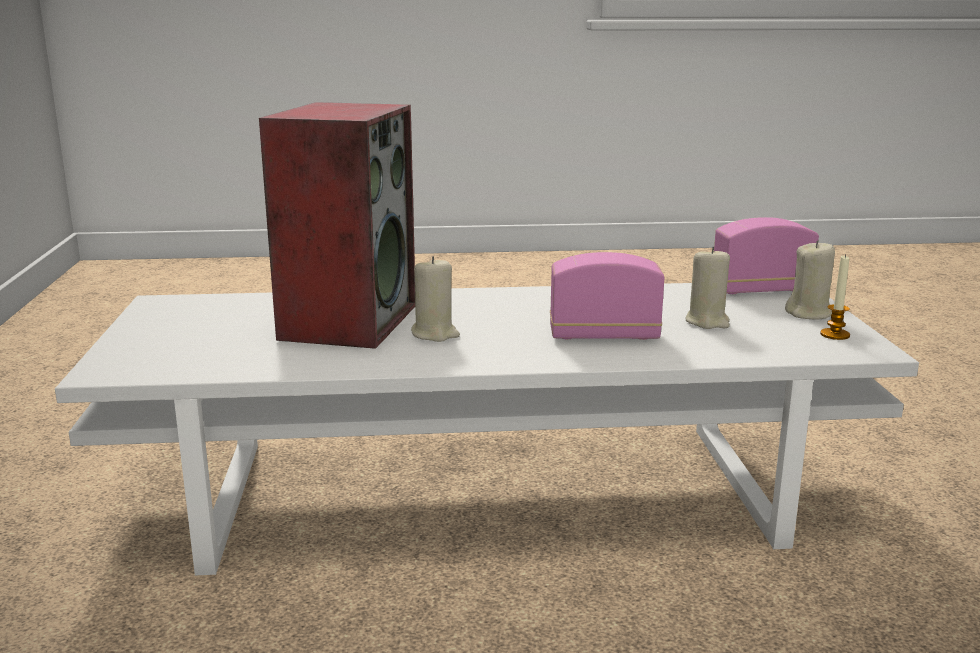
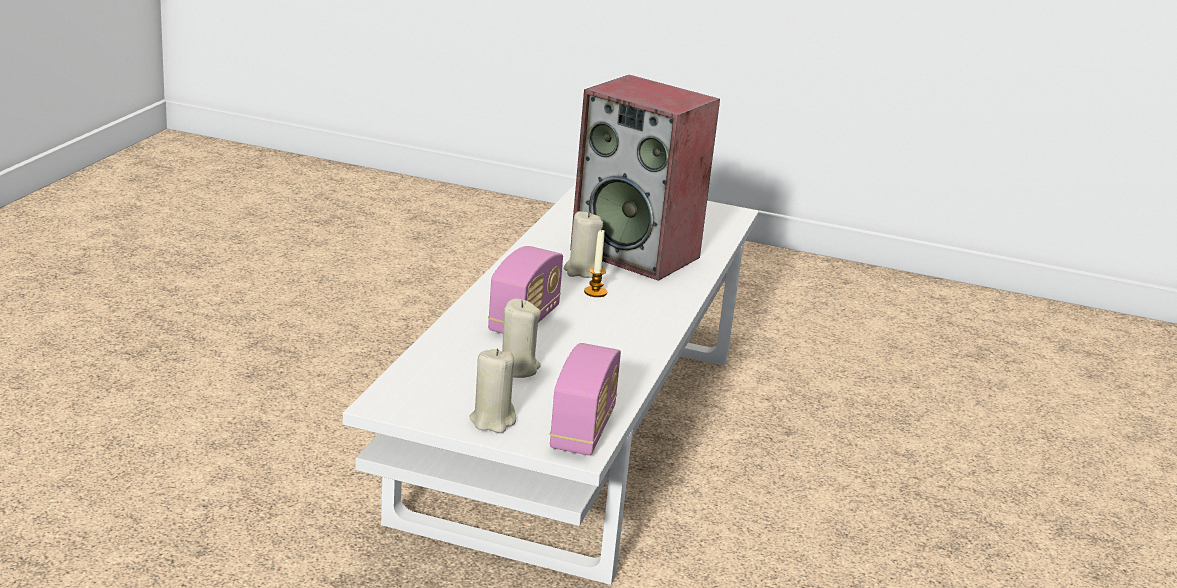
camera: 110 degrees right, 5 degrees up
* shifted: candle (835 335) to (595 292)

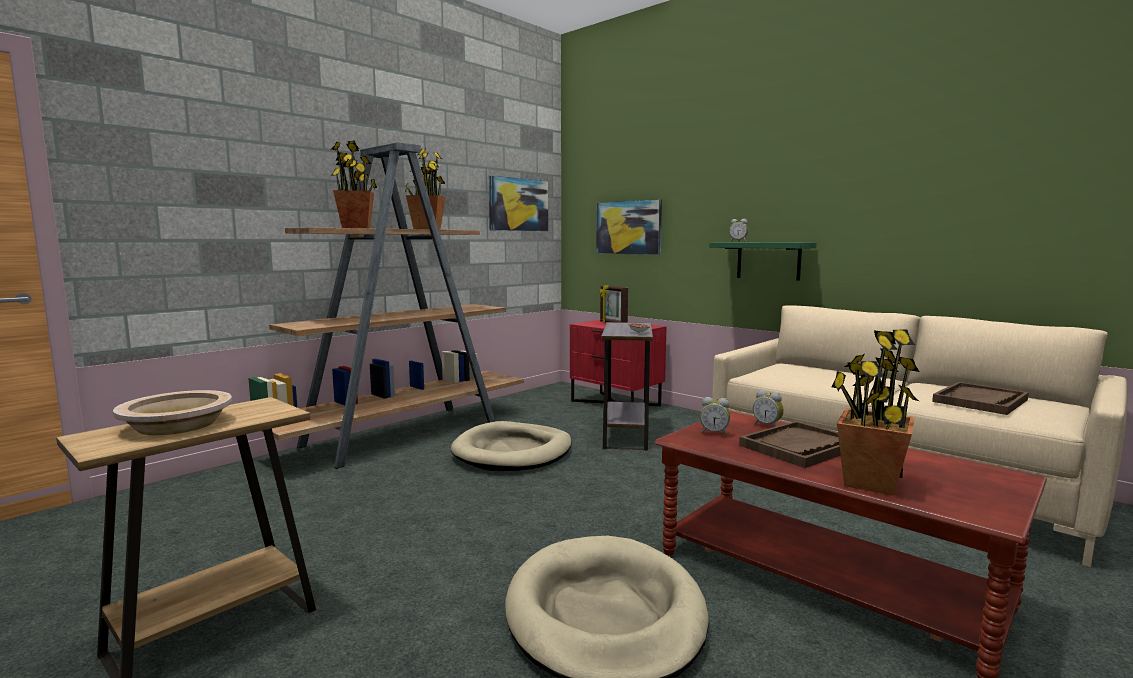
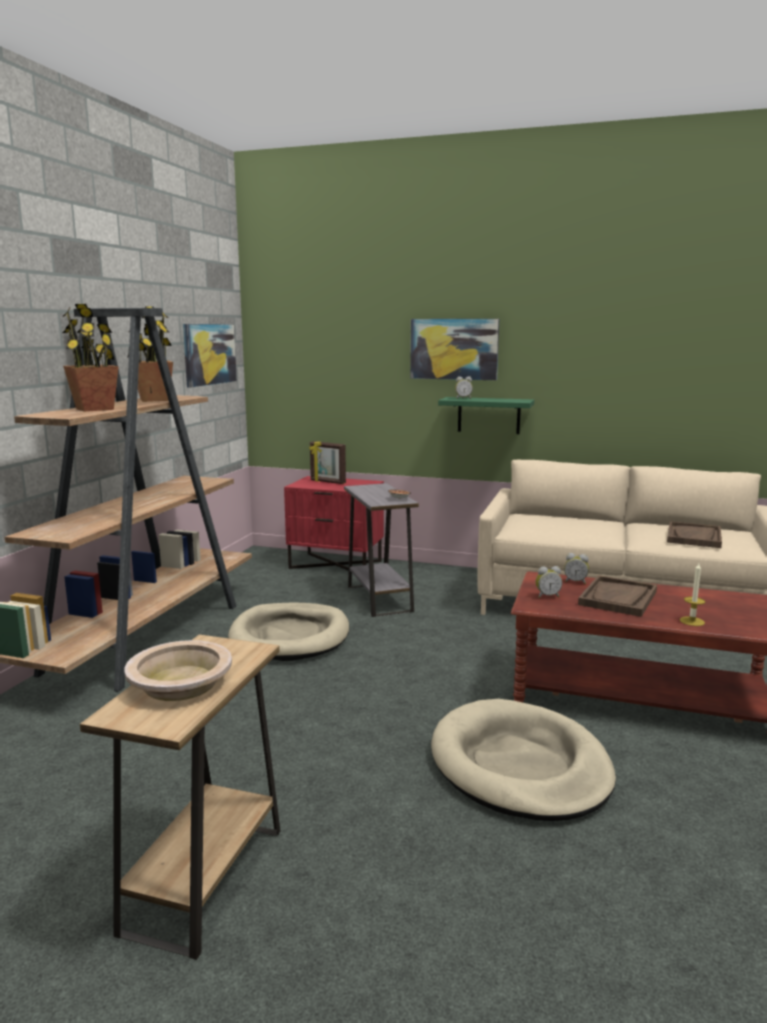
camera: 25 degrees left, 5 degrees up
* shifted: picture (628 227) to (454 349)
* swapped: potted_plant (871 483) to candle (692 621)

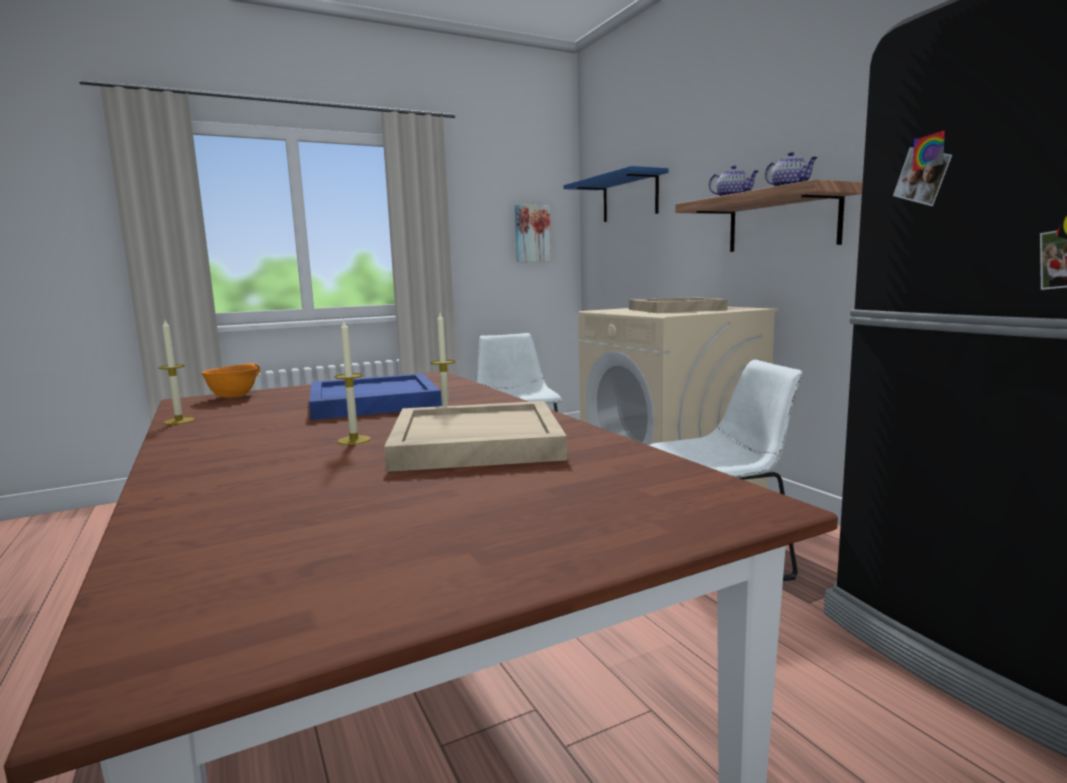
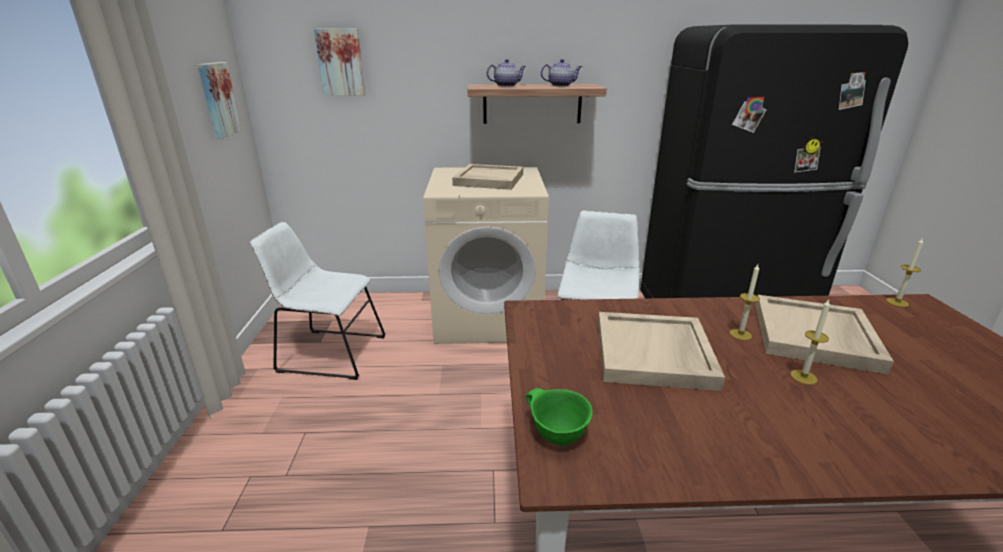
camera: 65 degrees left, 15 degrees up
* swapped: blue_shelf (630 198) to picture (341 62)
* repainted: orange_bowl (234 396) to green_bowl (557 435)
* repainted: blue_tray (372 402) to beige_tray (654 354)
* shifted: candle (179 421) to (897 302)

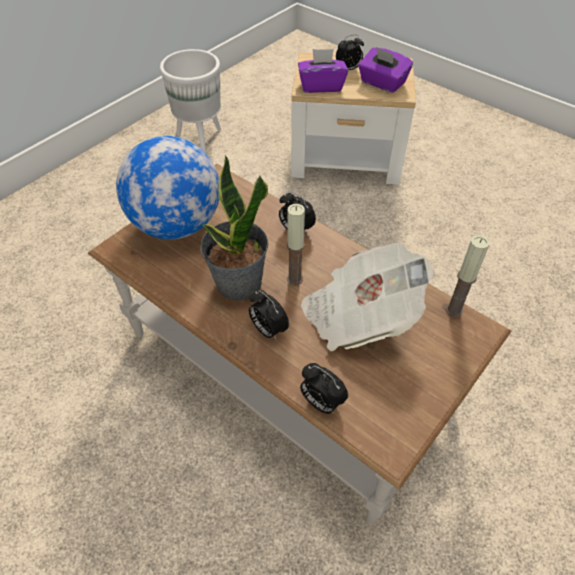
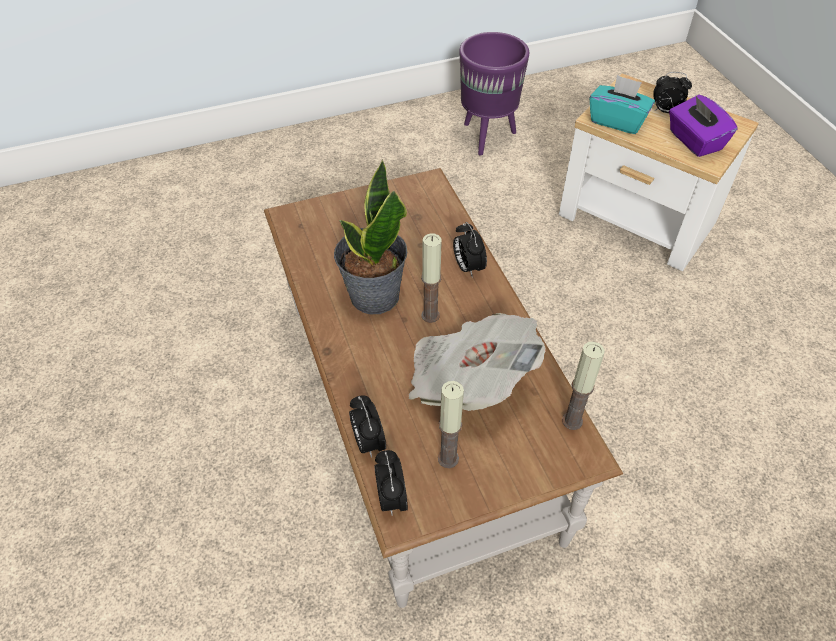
camera: 30 degrees right, 0 degrees up
* shifted: alarm_clock (268 330) to (391 498)
* new: candle (448 458)
* repainted: white_planter (200 139) to purple_planter (487 136)
* repainted: purple_tissue_box (321 86) to turquoise_tissue_box (617 121)
* gone: globe (177 225)

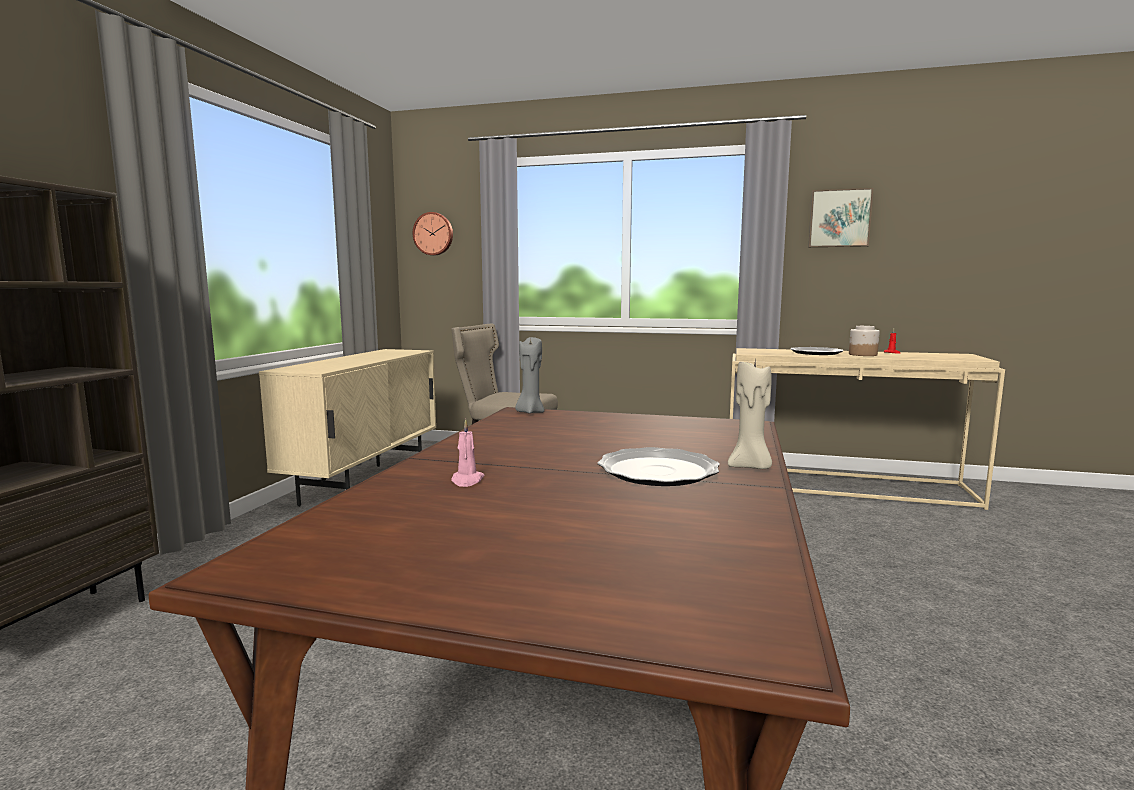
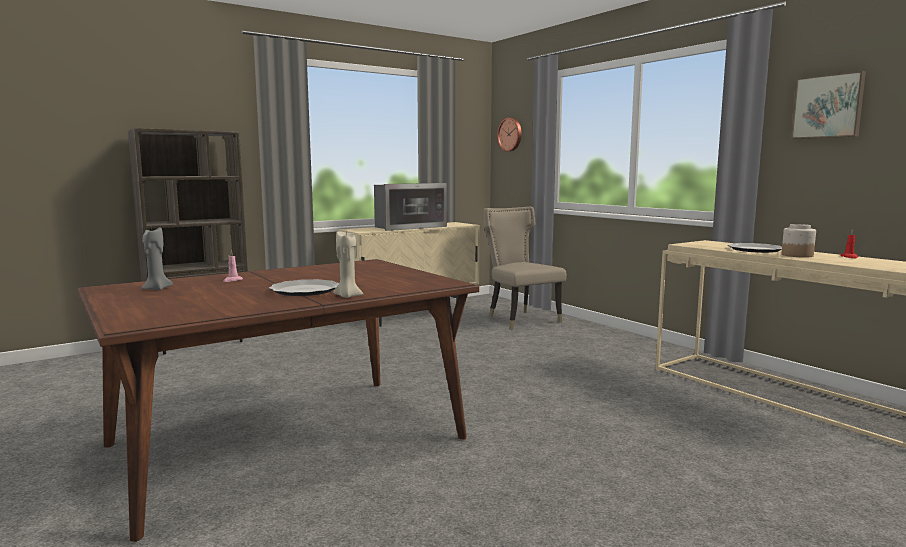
camera: 40 degrees right, 0 degrees up
* shifted: grey_candle (530 412) to (156 289)
* new: microwave (407 227)

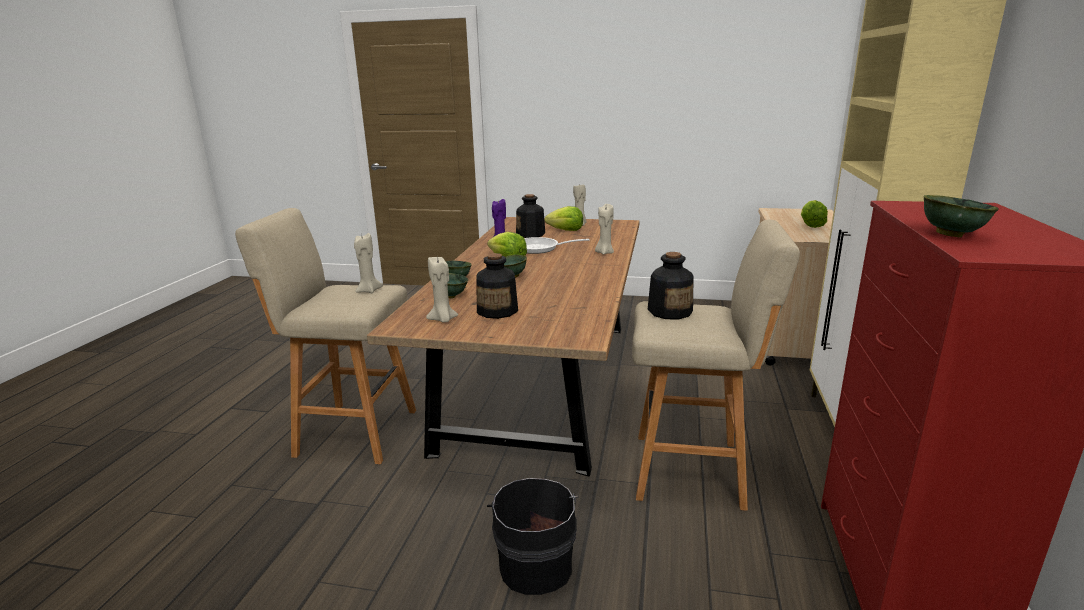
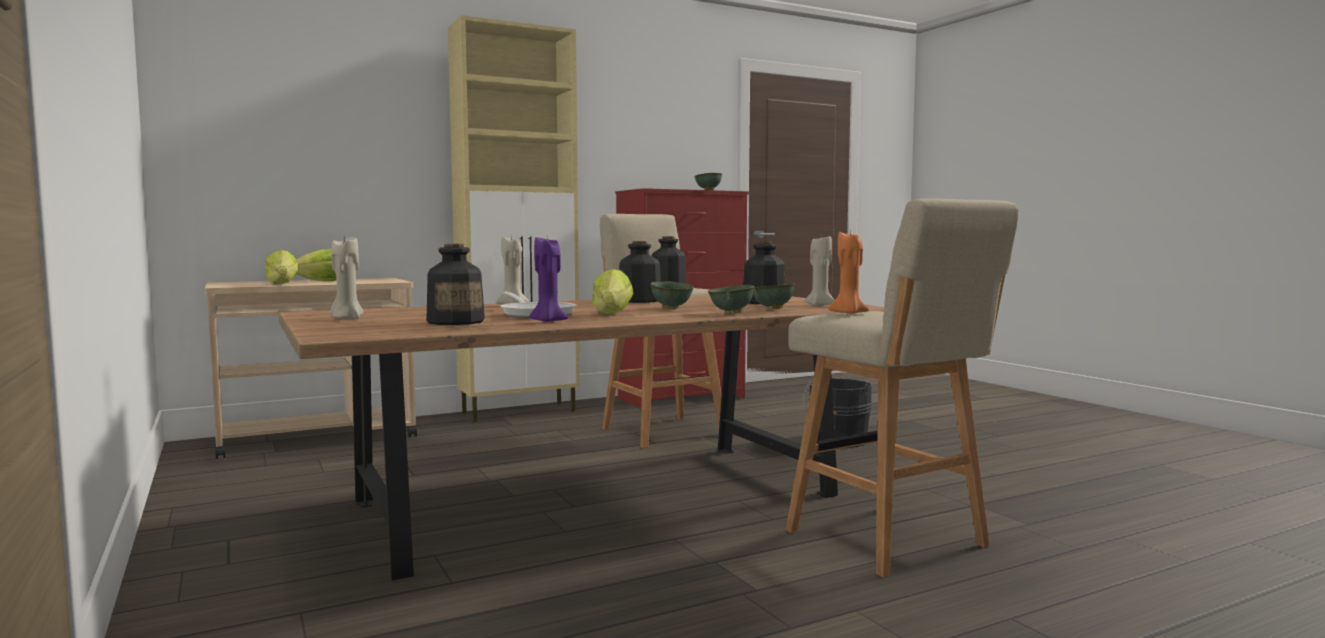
camera: 130 degrees left, 15 degrees down
* shifted: lettuce (566 230) to (282 284)
* new: bottle (640 301)
* repainted: beige_candle (368 290) to orange_candle (848 313)

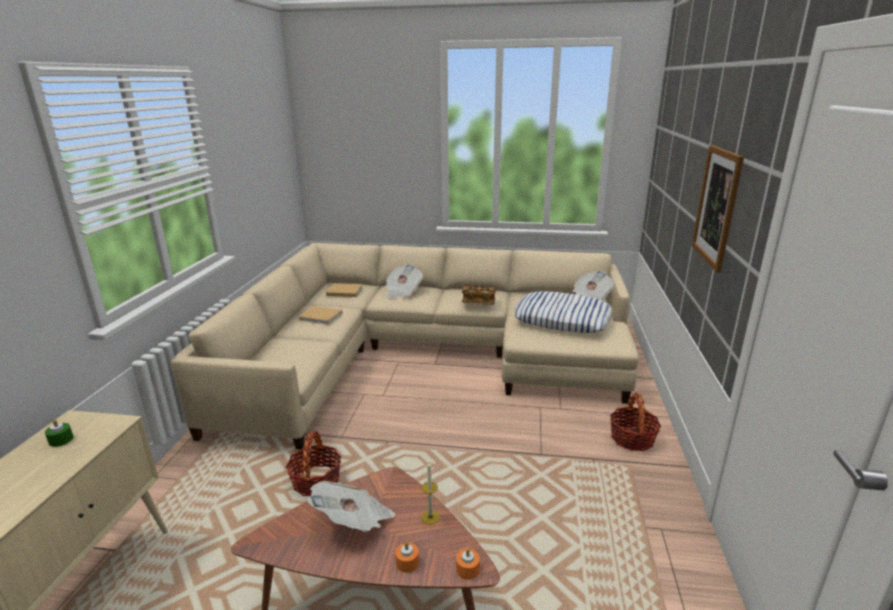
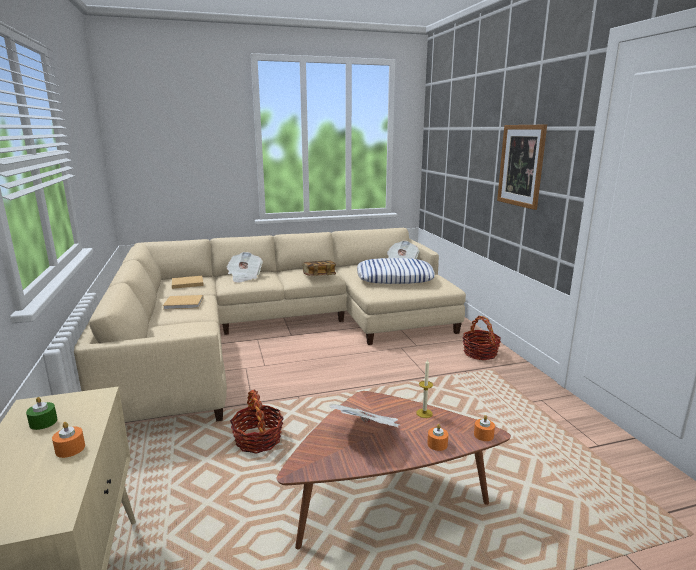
camera: 25 degrees left, 5 degrees down
* new: orange_candle (70 449)

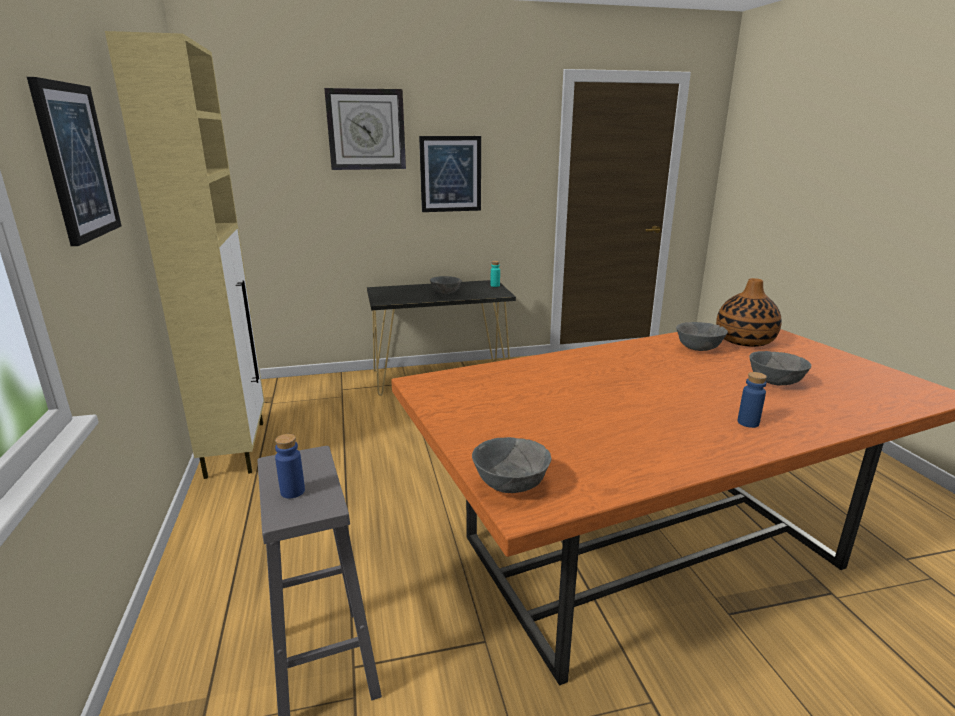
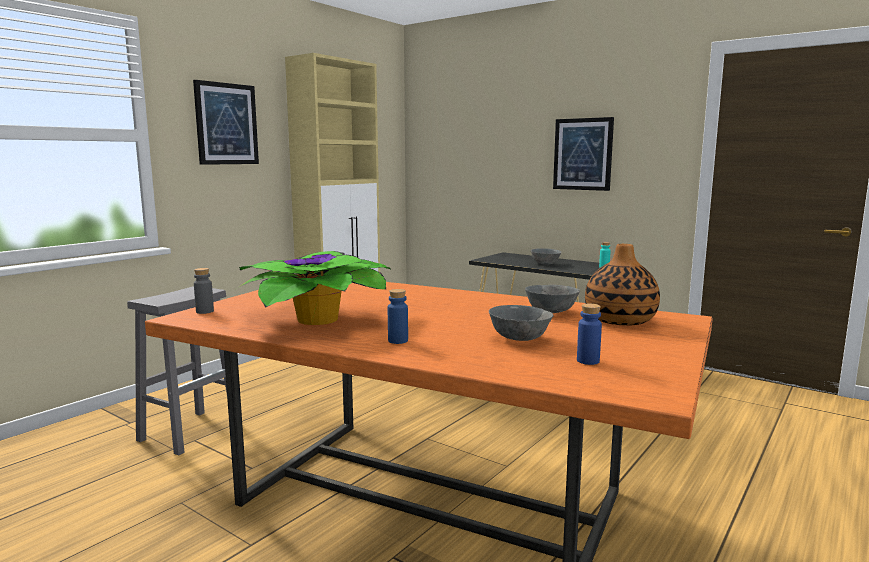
camera: 50 degrees right, 10 degrees down
* swapped: grey_bowl (510 484) to grey_bottle (205 311)
* new: potted_plant (313 319)
* shifted: blue_bottle (292 491) to (588 361)
* gone: wall_clock (366 129)

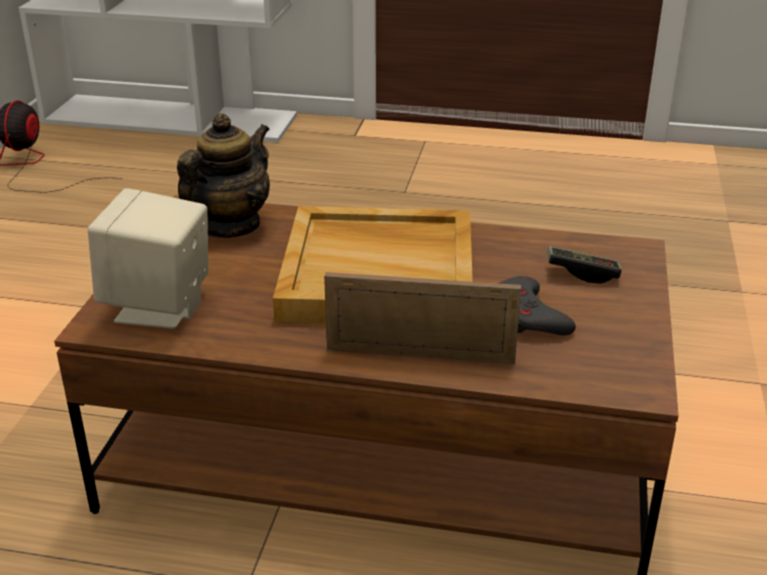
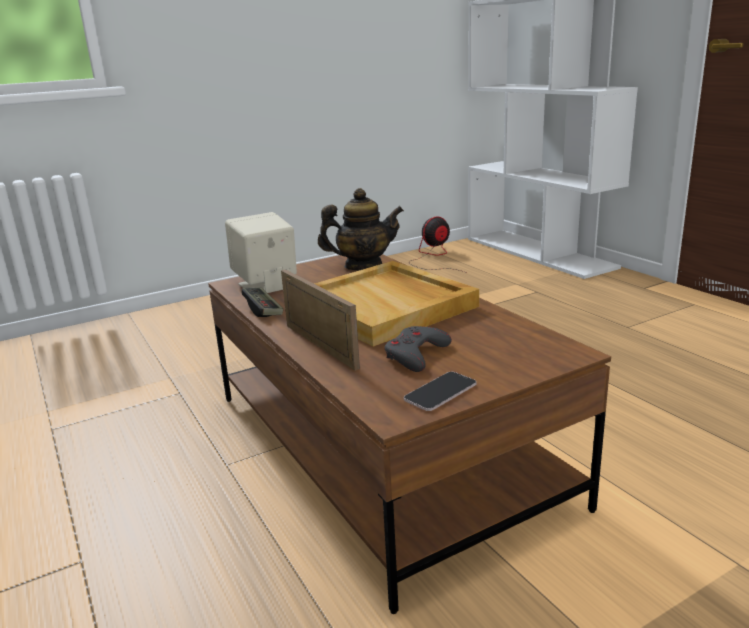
camera: 50 degrees right, 10 degrees down
* shifted: game_controller (582 273) to (263 310)
* new: phone (440 392)

